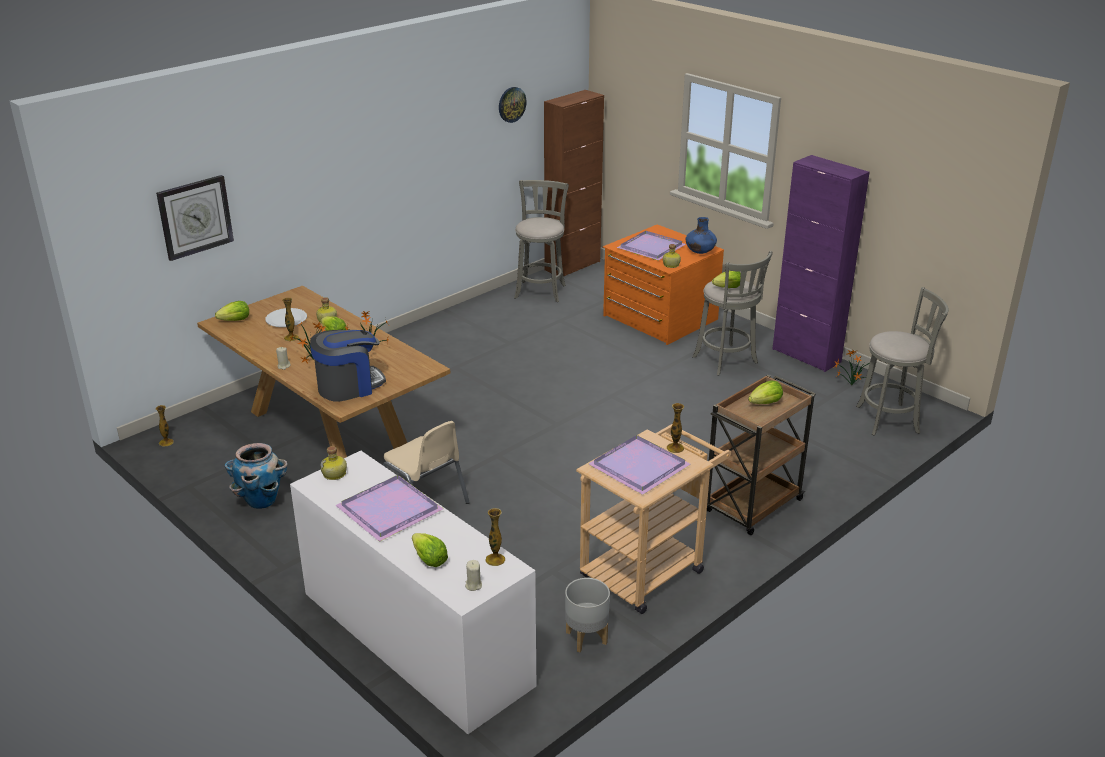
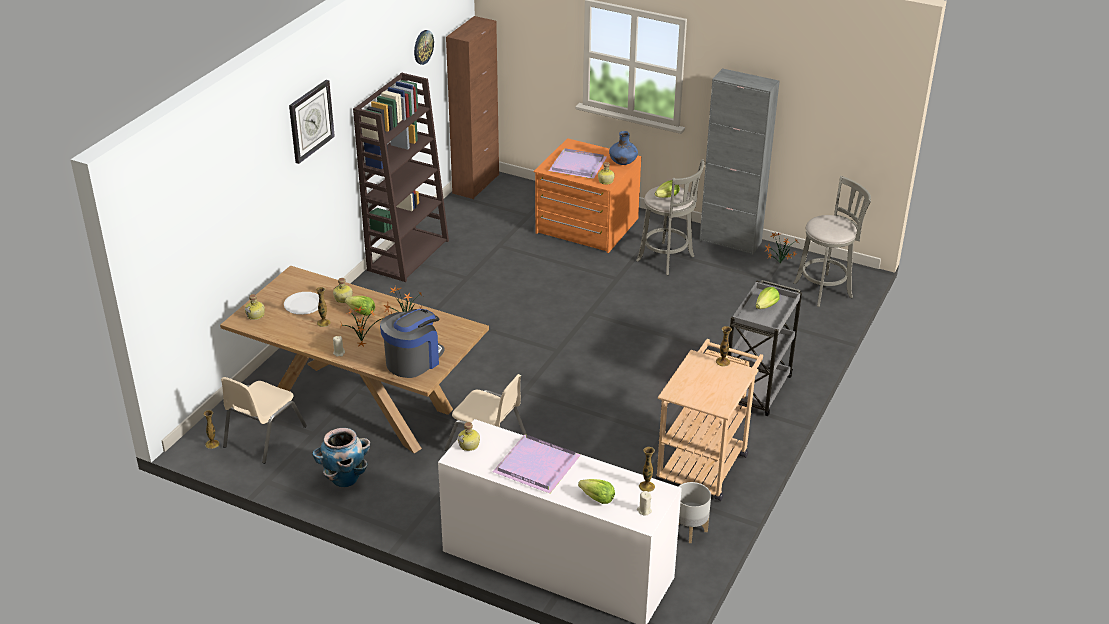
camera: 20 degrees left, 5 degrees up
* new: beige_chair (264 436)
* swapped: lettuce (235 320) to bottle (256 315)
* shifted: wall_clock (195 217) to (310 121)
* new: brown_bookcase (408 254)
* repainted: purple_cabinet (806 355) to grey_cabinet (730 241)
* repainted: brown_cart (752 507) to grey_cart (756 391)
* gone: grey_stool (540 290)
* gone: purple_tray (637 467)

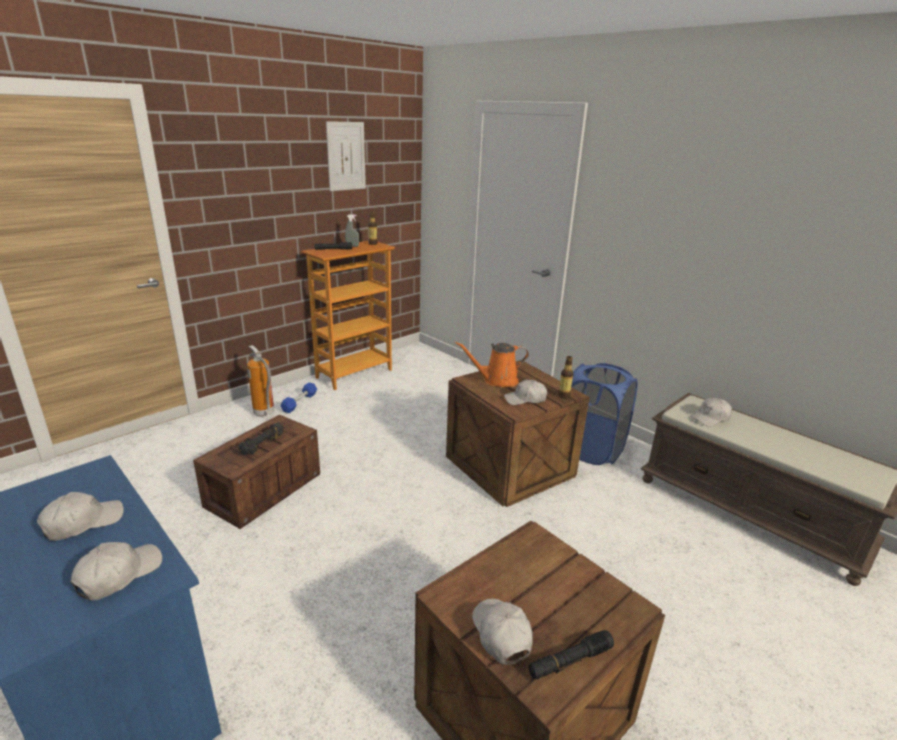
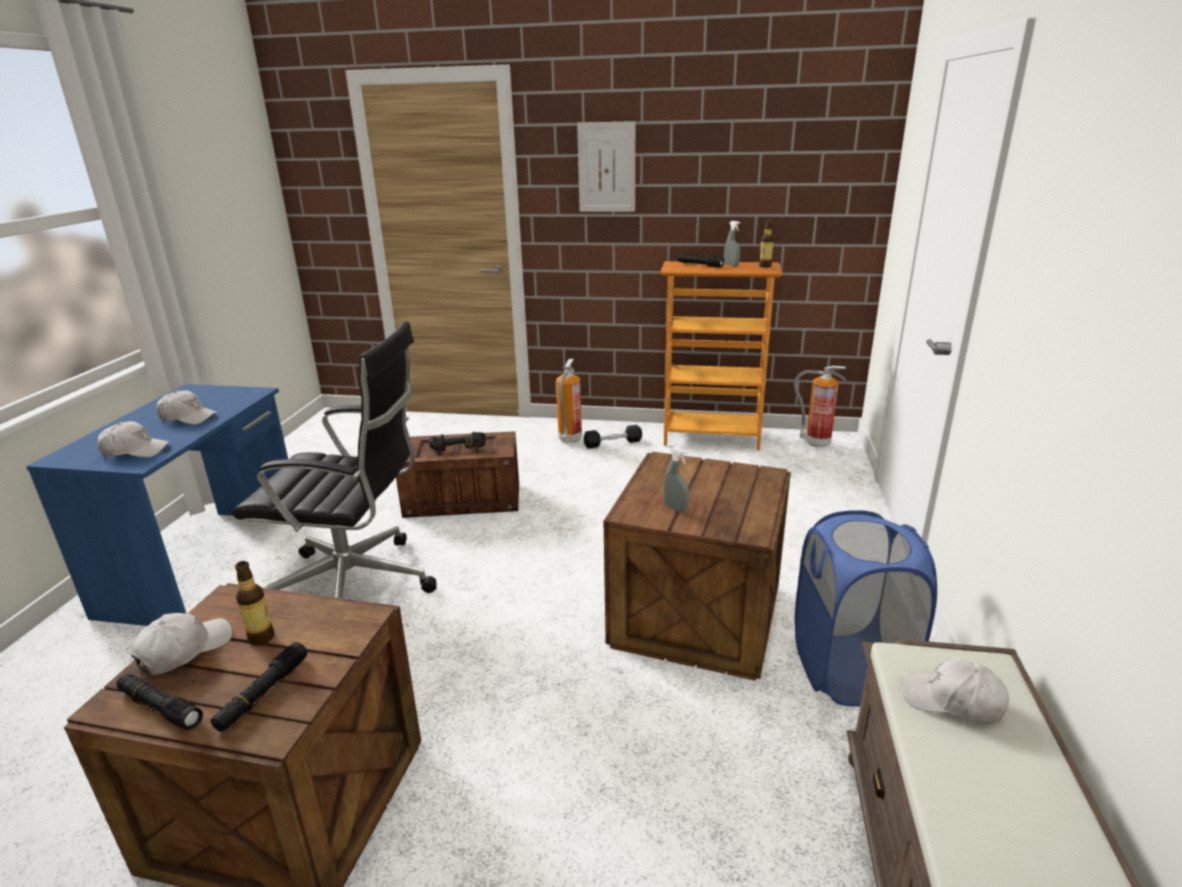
camera: 55 degrees right, 0 degrees up
* new: black_flashlight (263 693)
* new: black_office_chair (356 587)
* shifted: bottle (564 396) to (261 637)
* shifted: picture (346 156) to (606 167)
* repainted: blue_dumbbell (299 402) to black_dumbbell (612 443)
* swapped: white_cap (525 399) to grey_spray_bottle (675 508)
* new: fire_extinguisher (816 443)
* gone: orange_watering_can (497 380)

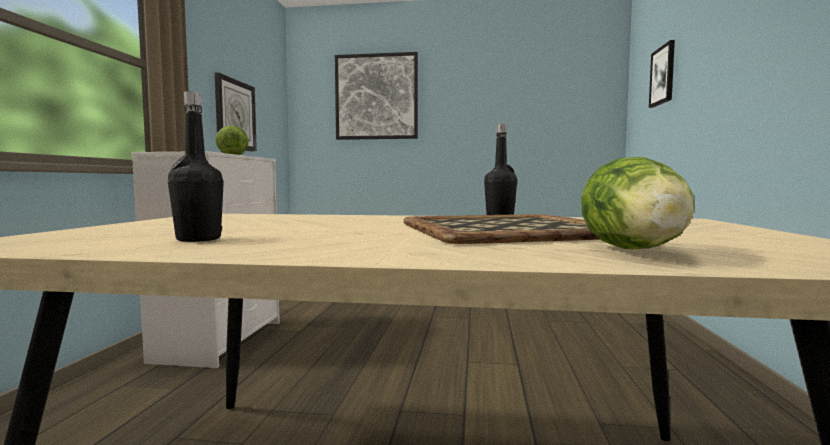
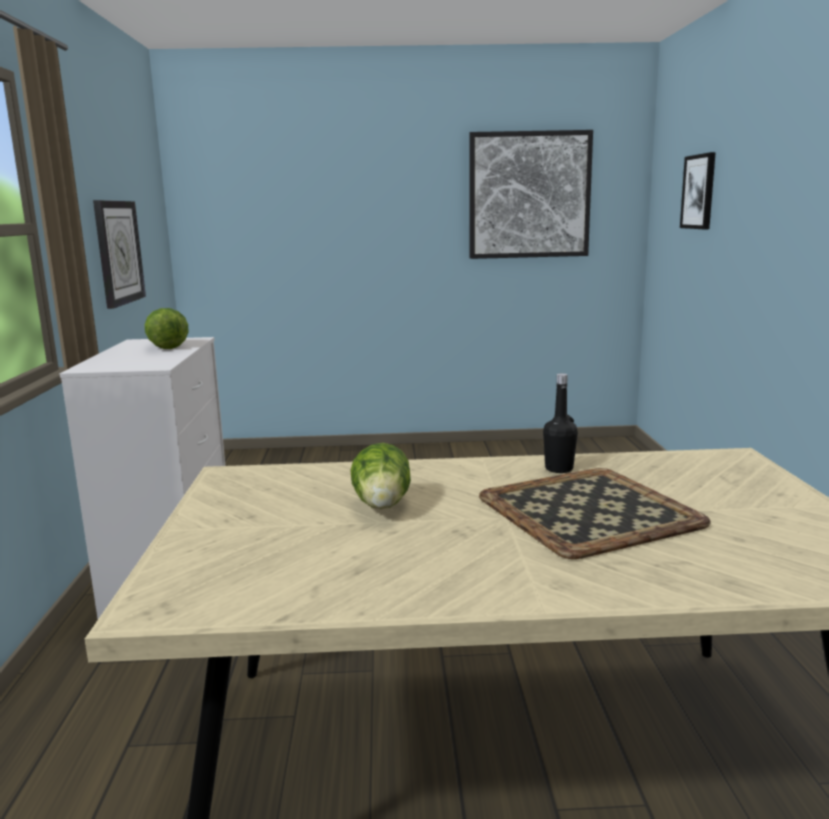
camera: 10 degrees left, 10 degrees up
* shifted: lettuce (638 251) to (382 507)
* shifted: picture (376 97) to (529 195)
* gone: black_bottle (198 239)

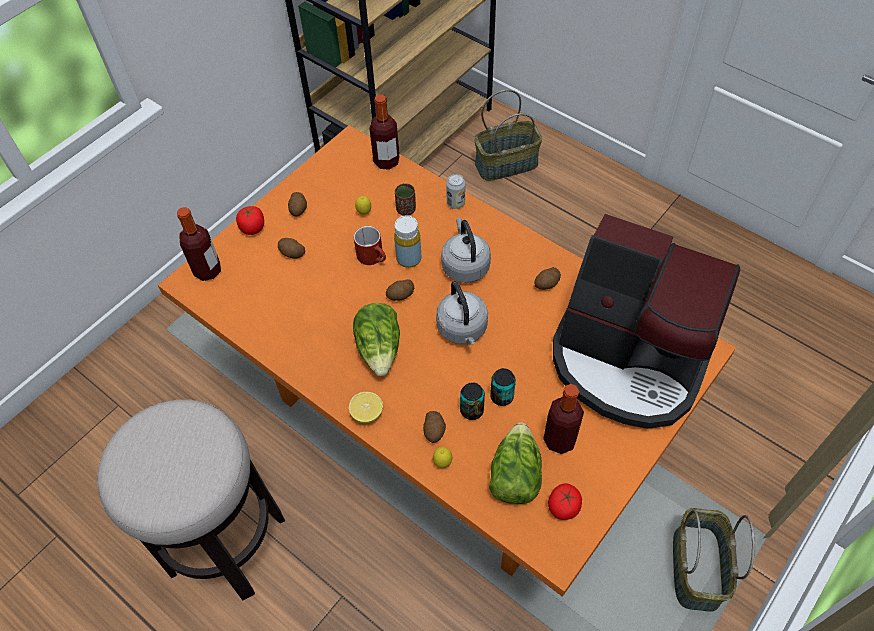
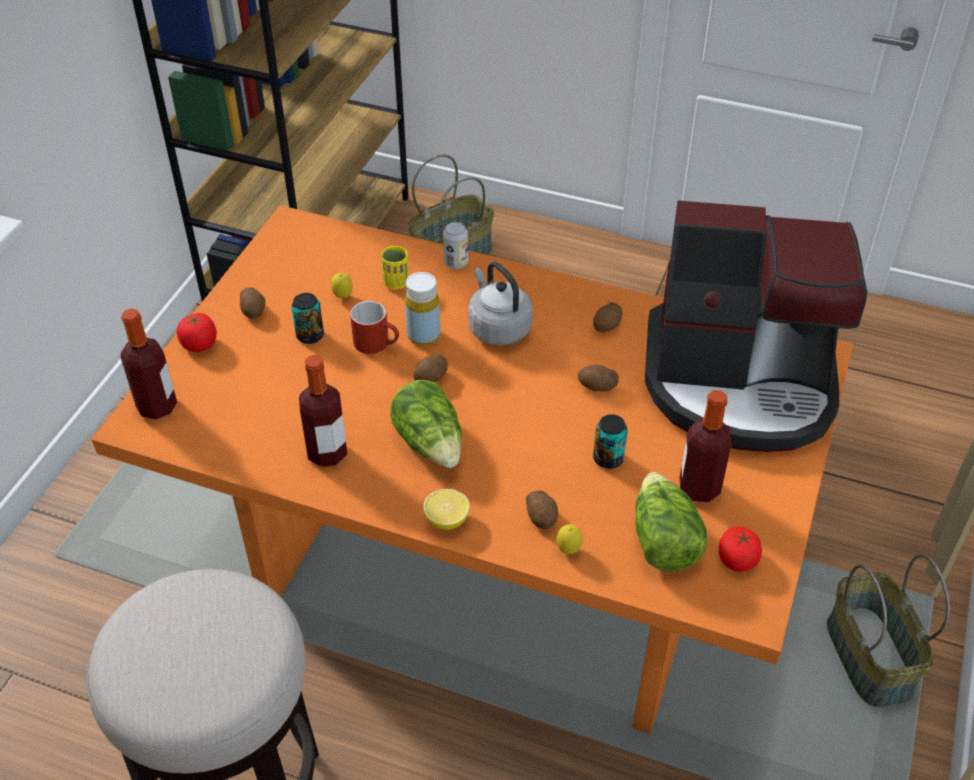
camera: 20 degrees left, 10 degrees down
* shifted: can (471 410) to (310 335)
* shifted: bottle (386 161) to (327 453)
* repainted: brown_cup (406 210) to yellow_cup (396 283)
* shifted: potato (292 253) to (597 387)
* gone: grey_kettle (463 329)

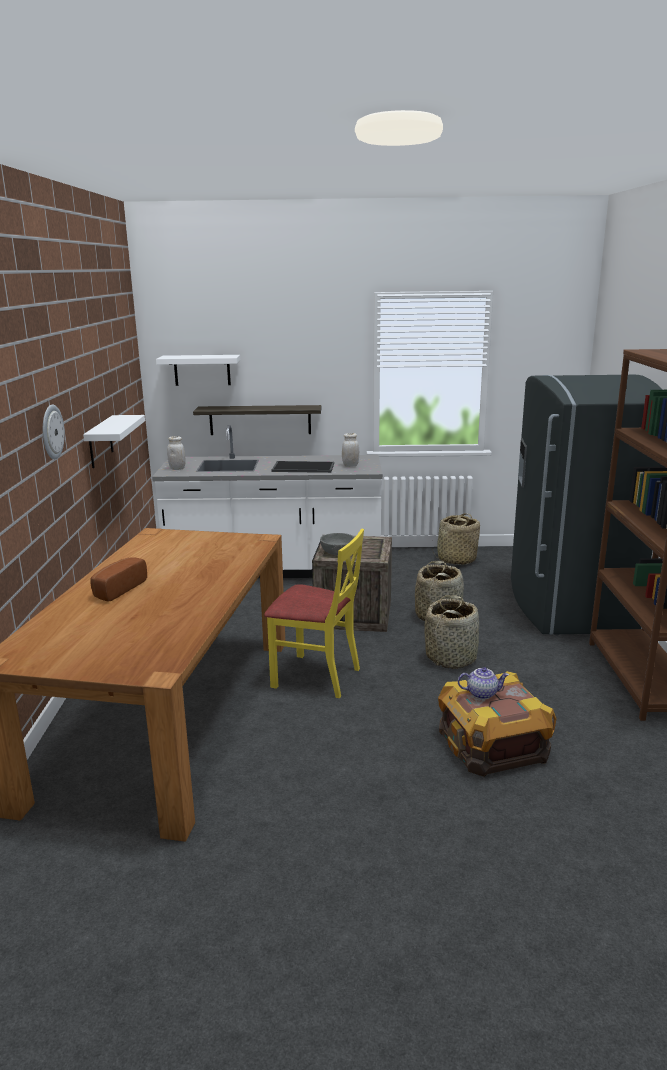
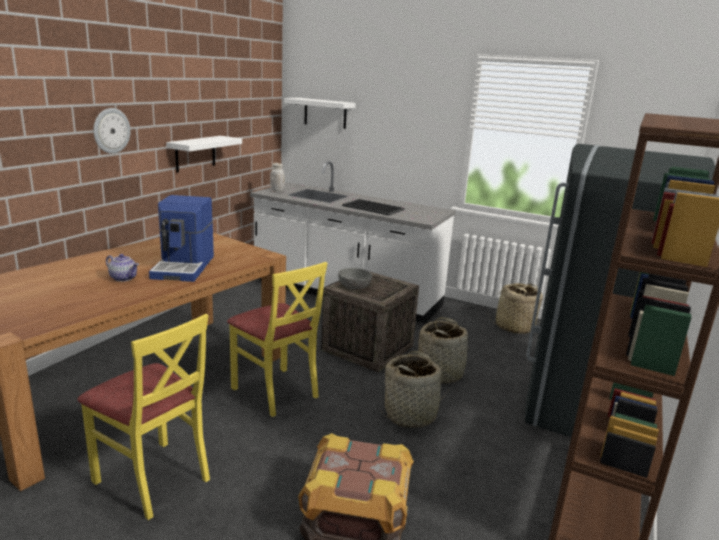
camera: 25 degrees right, 0 degrees up
* new: yellow_chair (153 478)
* shifted: teapot (482 693) to (124 278)
* new: coffee_machine (185 267)
* gone: bread (117 589)
* gone: shelf (260 420)
* gone: white_jar (350 465)

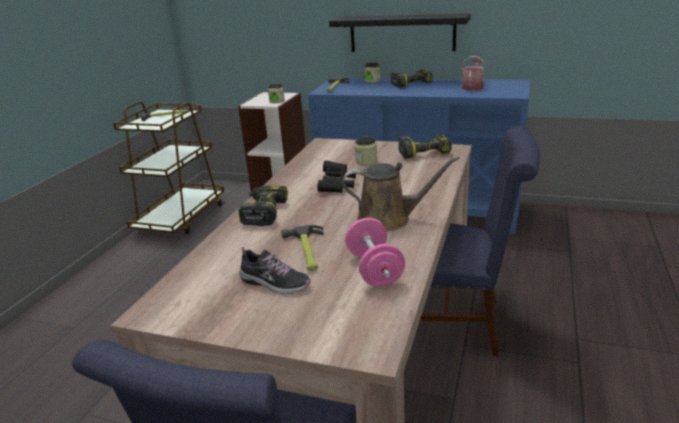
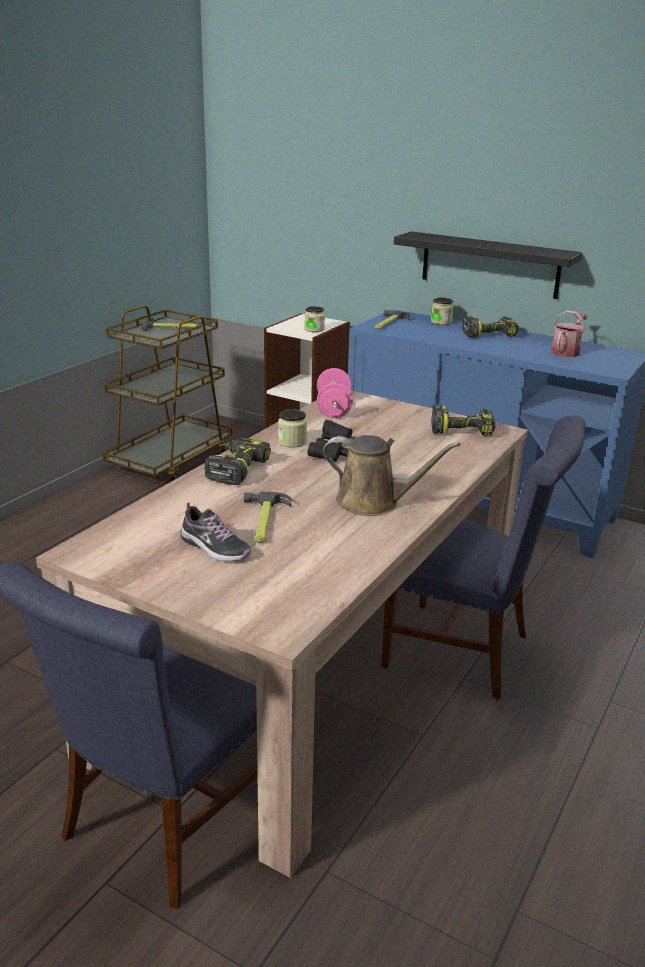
camera: 10 degrees right, 0 degrees up
* shifted: jar (366 161) to (292 442)
* shifted: pink_dumbbell (374 270) to (333 409)

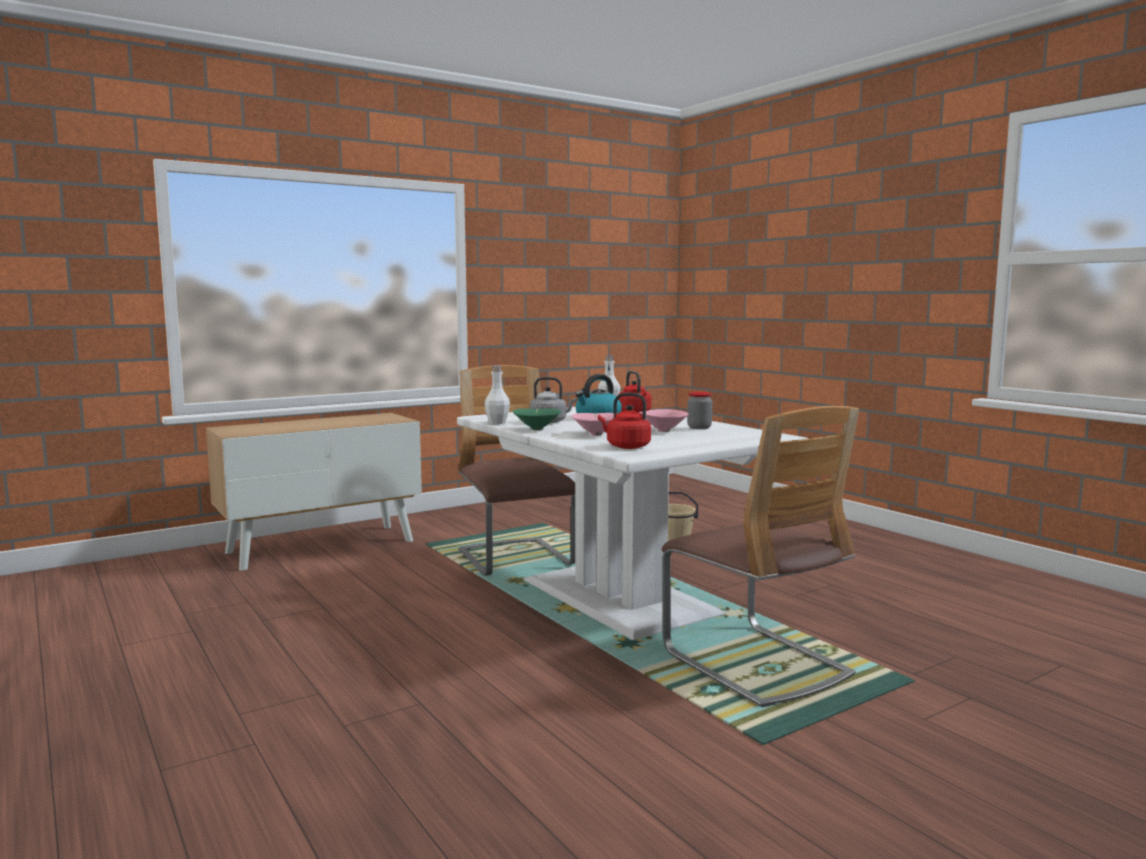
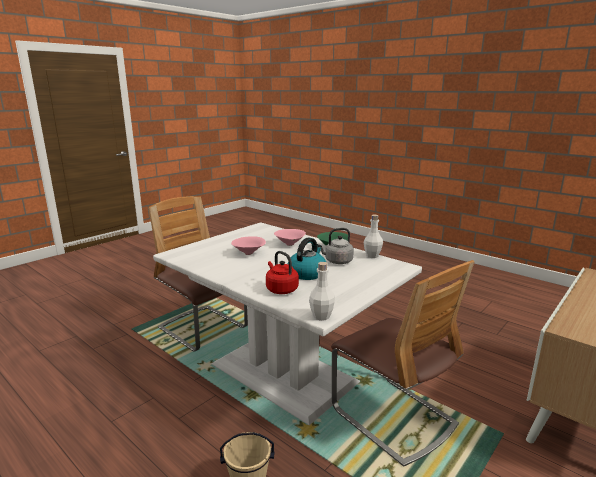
camera: 165 degrees right, 10 degrees up
* gone: red_kettle (626 446)
* gone: jar (699 427)

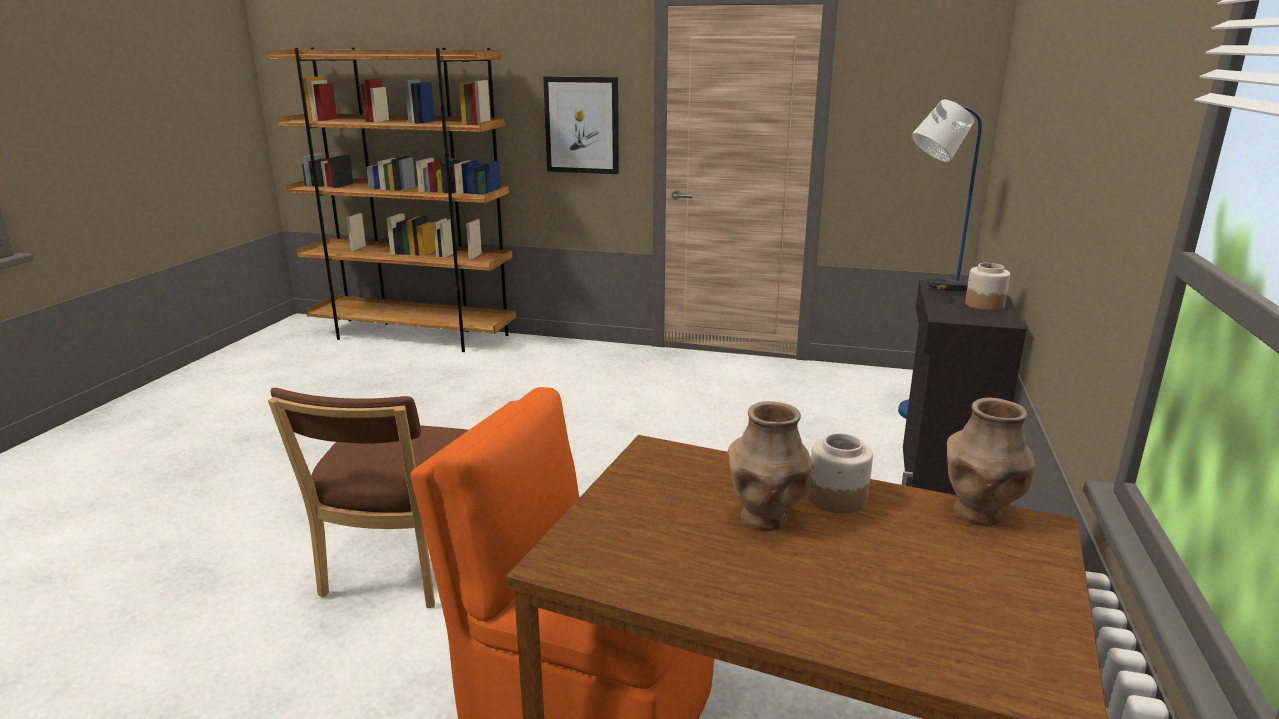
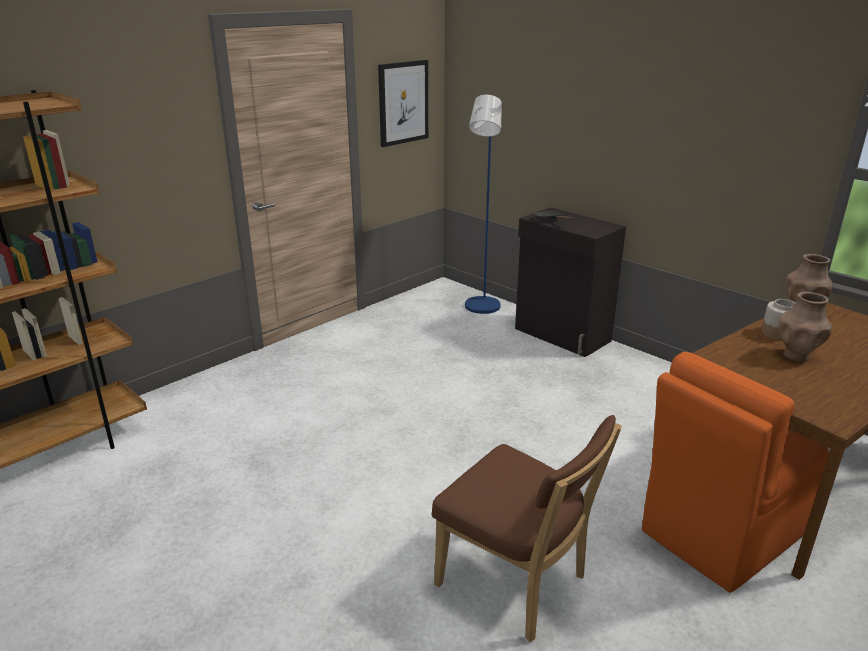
camera: 60 degrees left, 5 degrees up
* shifted: picture (582 125) to (403 103)
* gone: jar (984 305)

